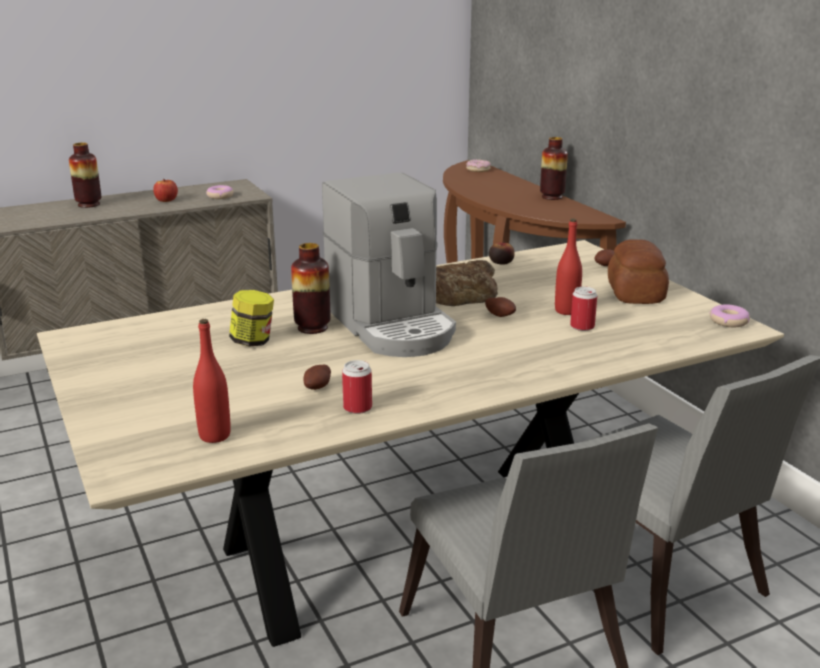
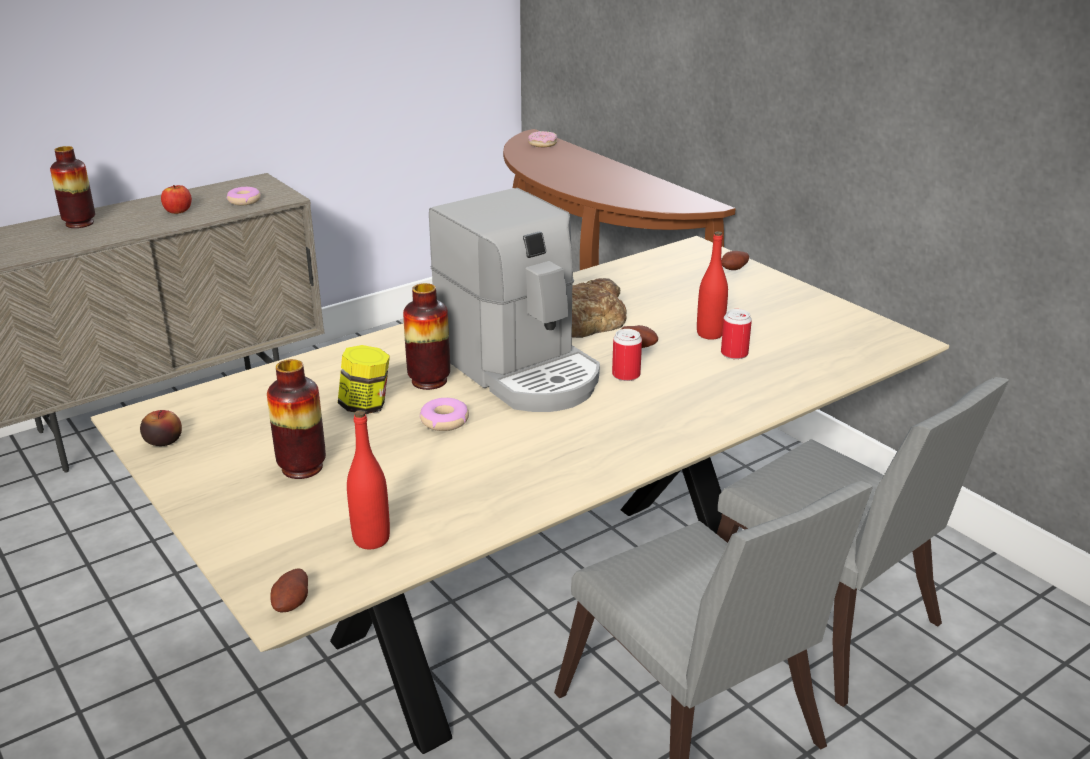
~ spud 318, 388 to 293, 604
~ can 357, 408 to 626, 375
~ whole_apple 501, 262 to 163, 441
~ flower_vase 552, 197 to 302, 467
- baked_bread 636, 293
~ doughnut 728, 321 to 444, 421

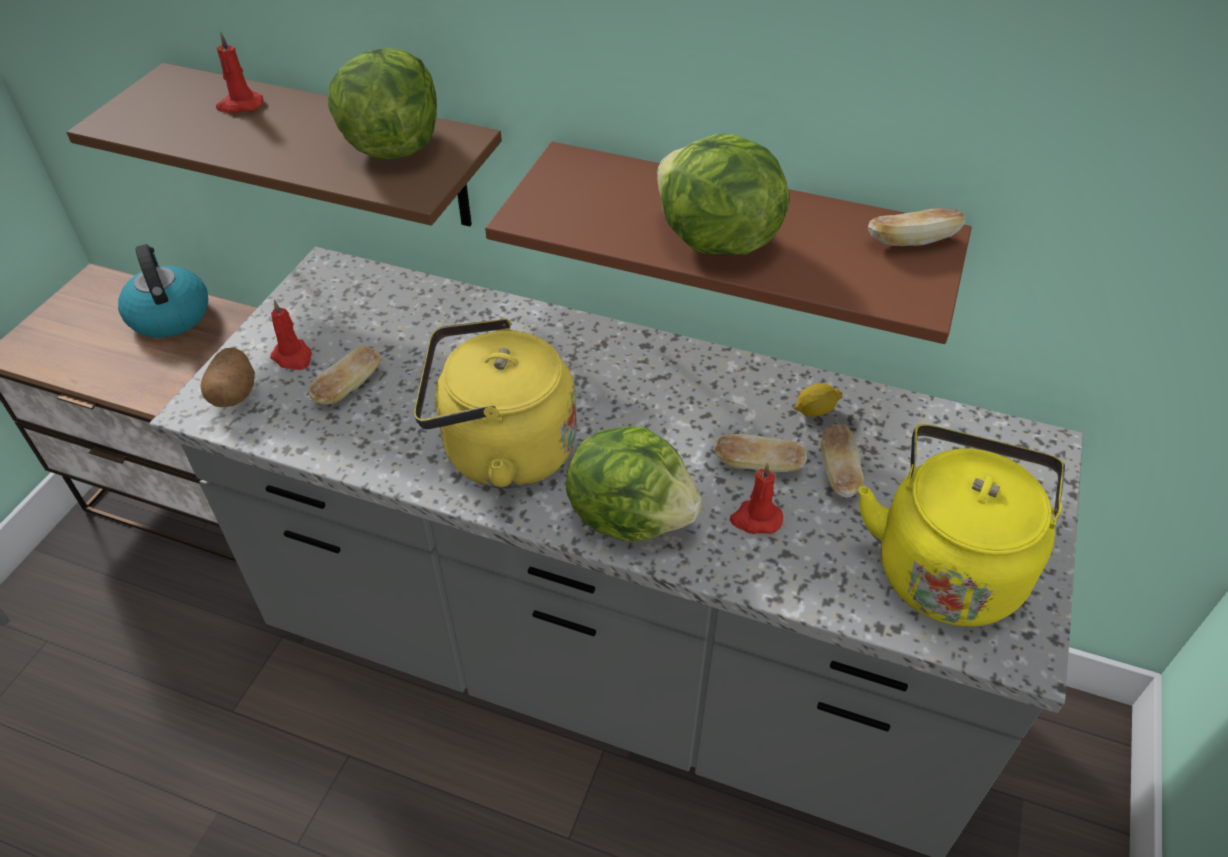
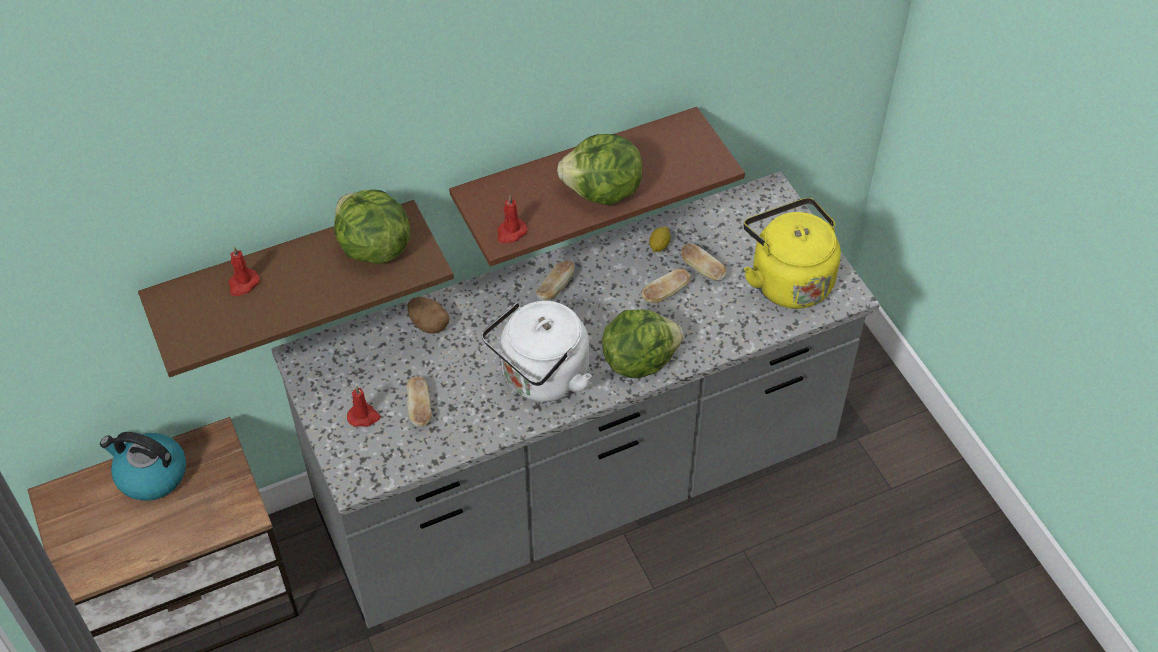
~ spud 234, 393 to 429, 324
~ yellowish_kettle 500, 451 to white_kettle 541, 378
~ reddish_wax_light 755, 519 to 511, 232
~ baked_bread 911, 241 to 555, 288

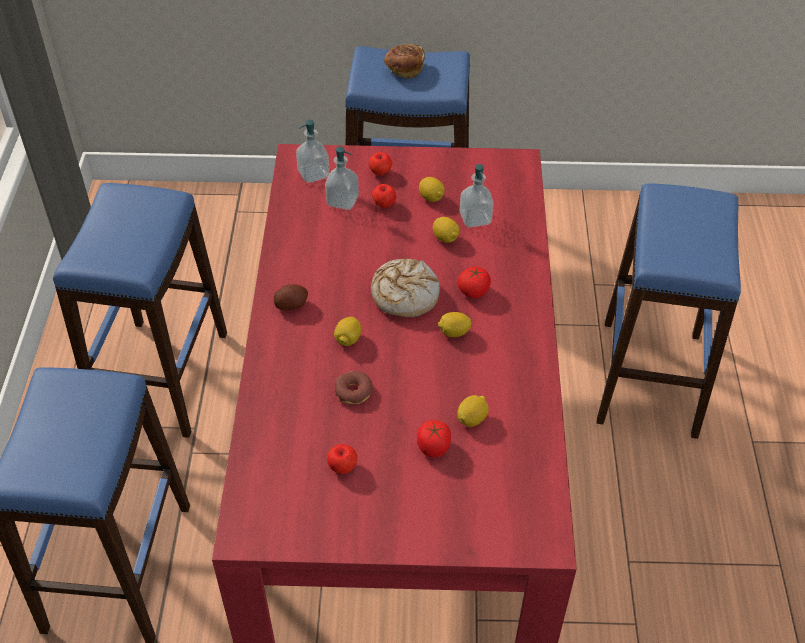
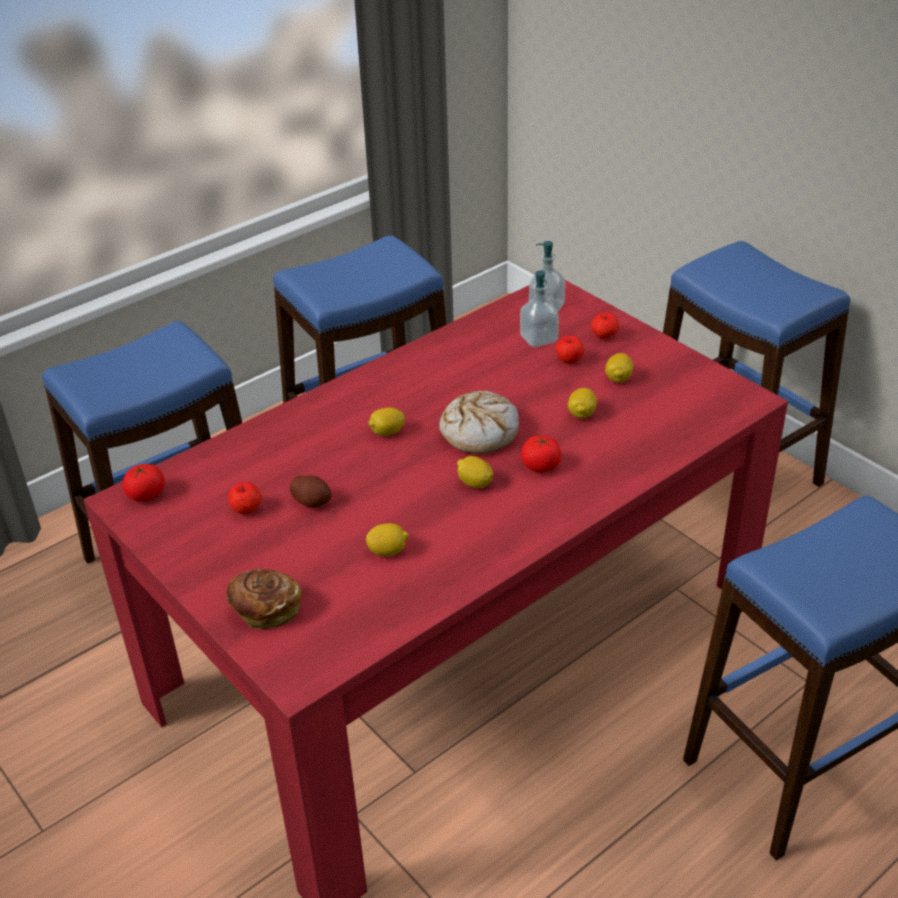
~ spud 291, 304 to 312, 501
- doughnut 354, 391
~ baked_bread 404, 69 to 265, 609
~ fresh_tomato 433, 447 to 146, 495
- soap_bottle 475, 219

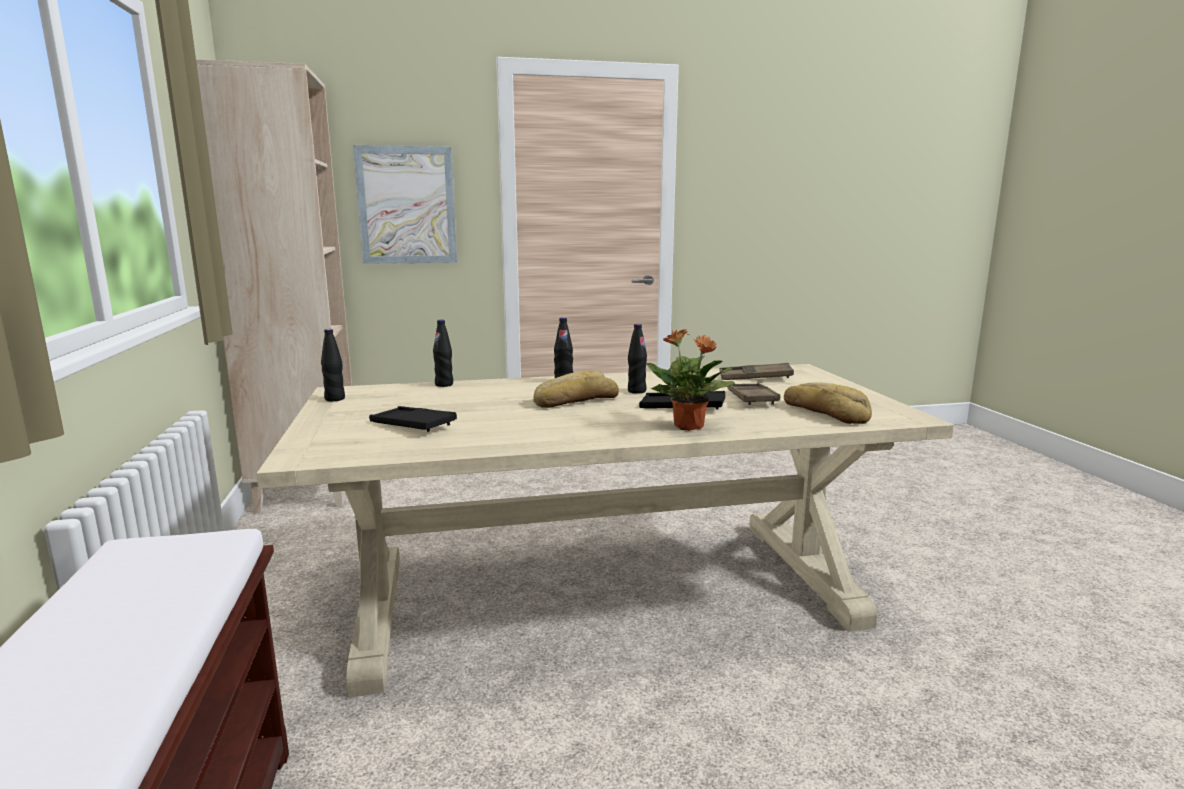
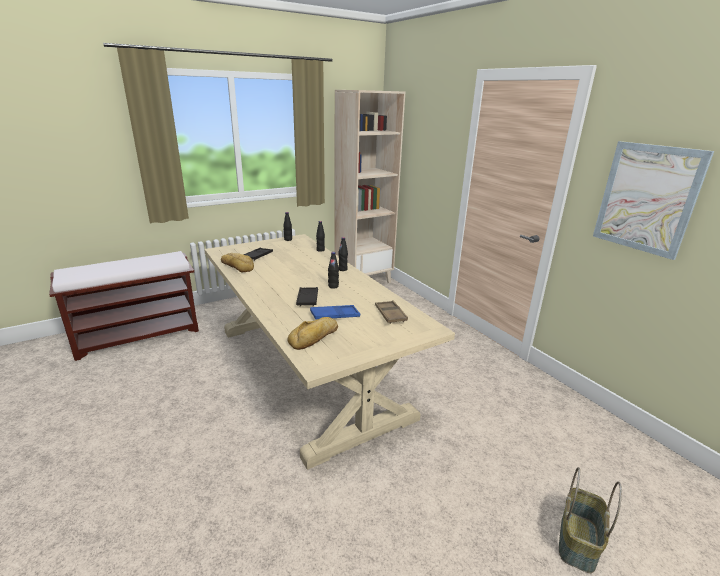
~ picture 407, 205 to 647, 198
~ baked_bread 574, 400 to 238, 266
- potted_plant 689, 427
~ brown_carrying_tray 752, 398 to bluish_carrying_tray 335, 315
+ basket 579, 542

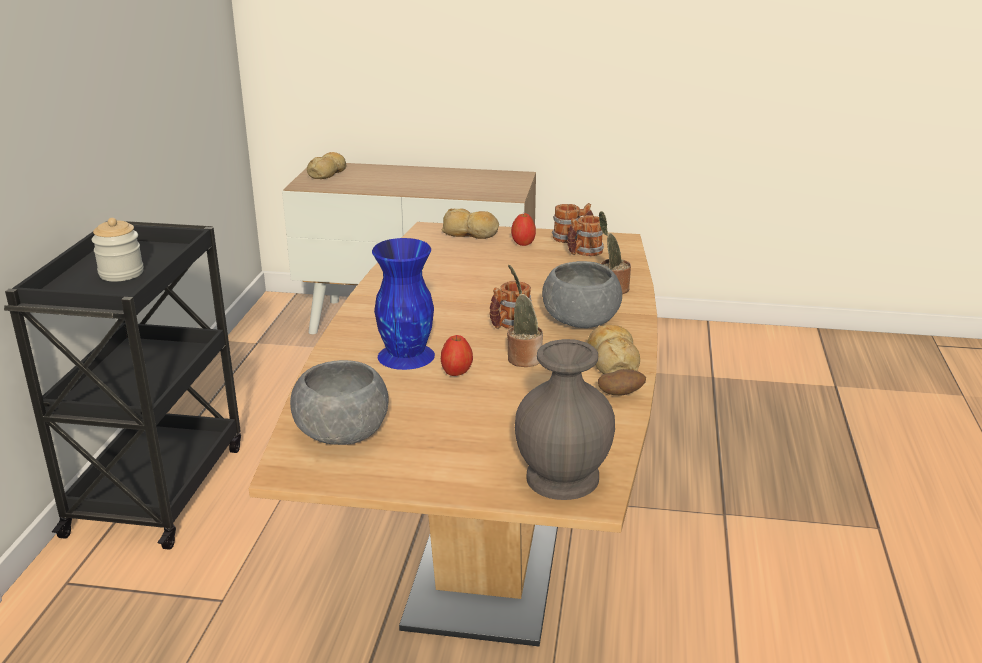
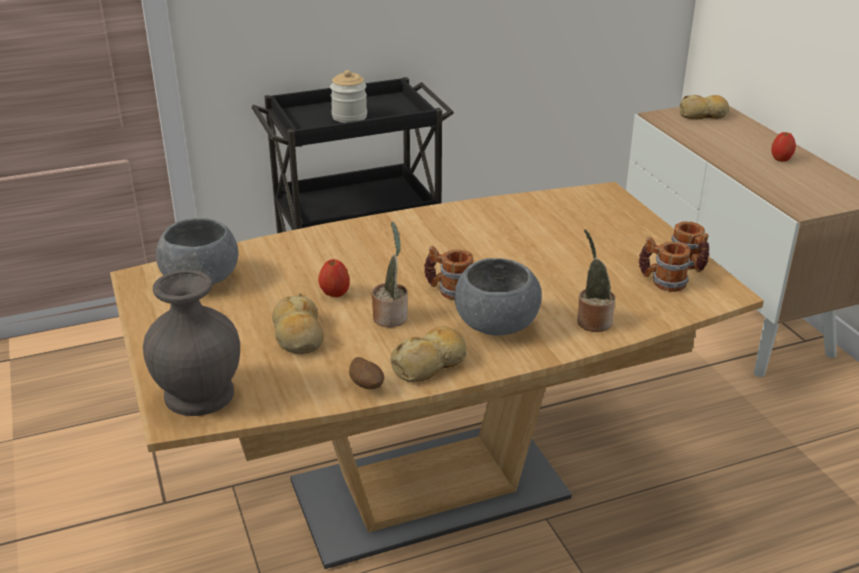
- bluish_flower_vase 407, 355
~ baked_bread 470, 233 to 298, 335
~ whole_apple 523, 243 to 781, 159

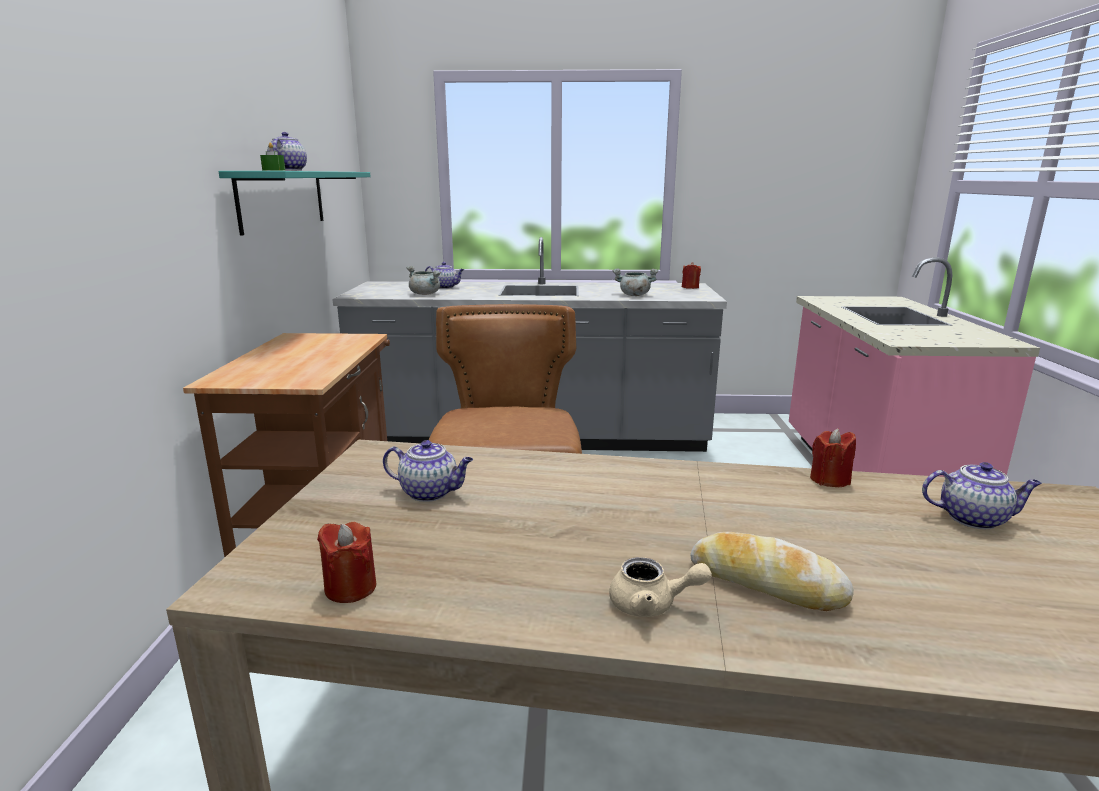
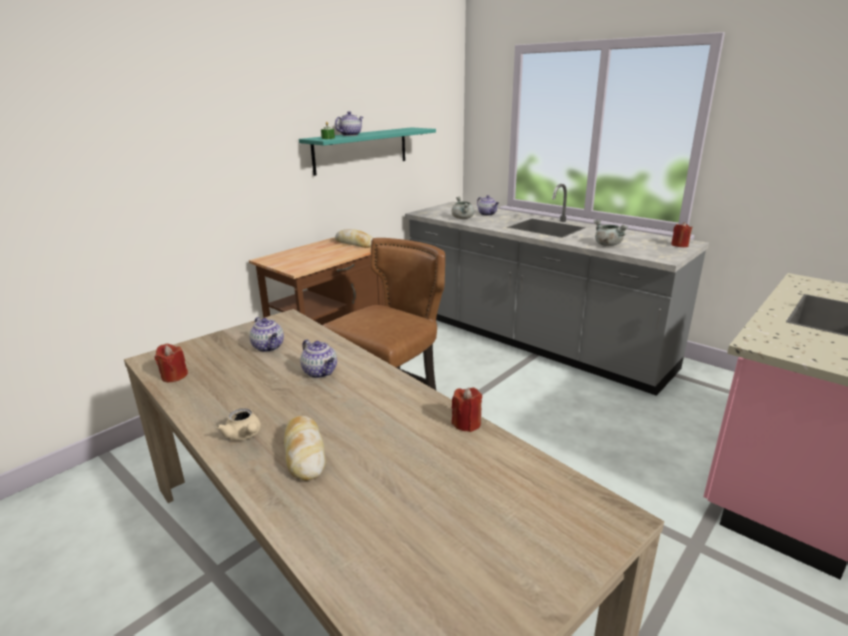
~ teapot 974, 518 to 321, 372
+ baked_bread 355, 243

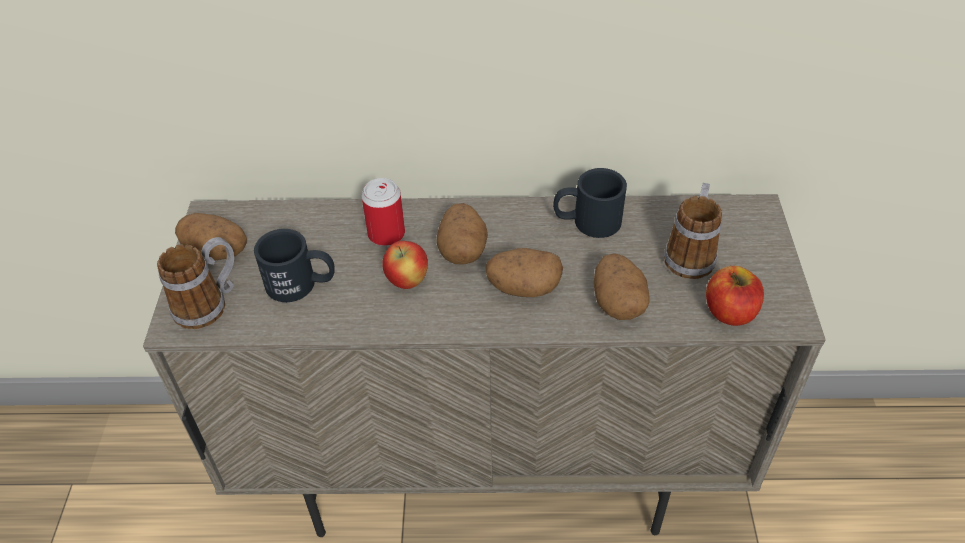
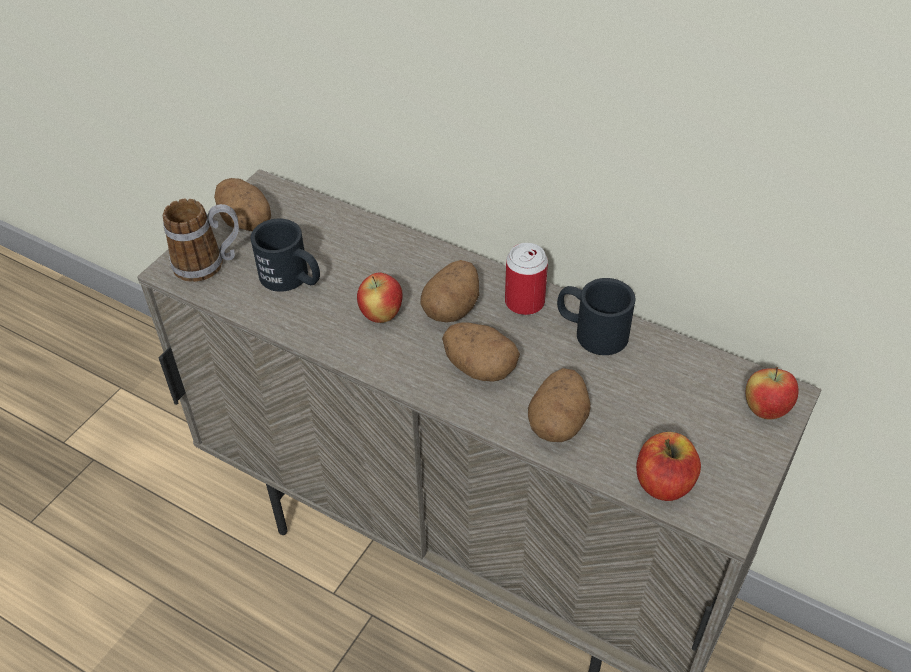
~ can 386, 234 to 524, 302
- tea_mug 690, 253
+ whole_apple 765, 410

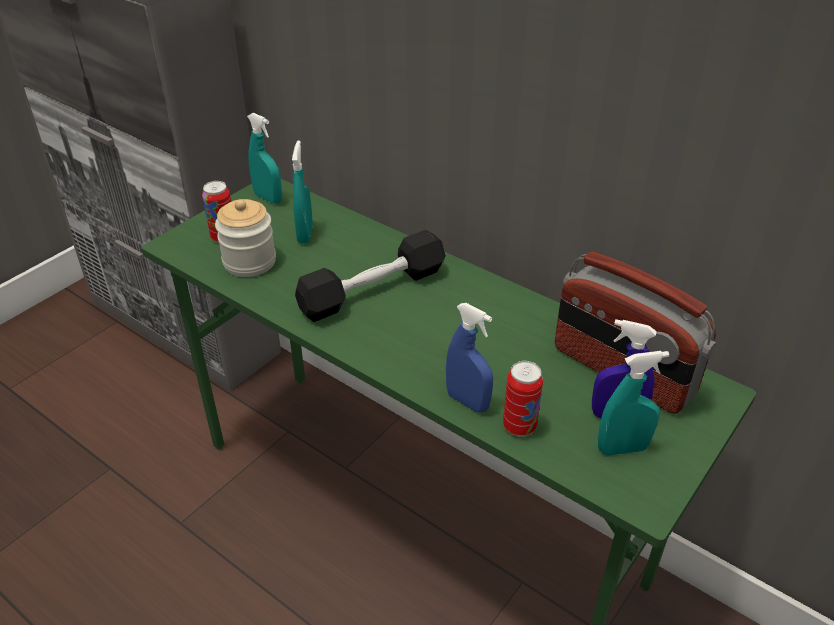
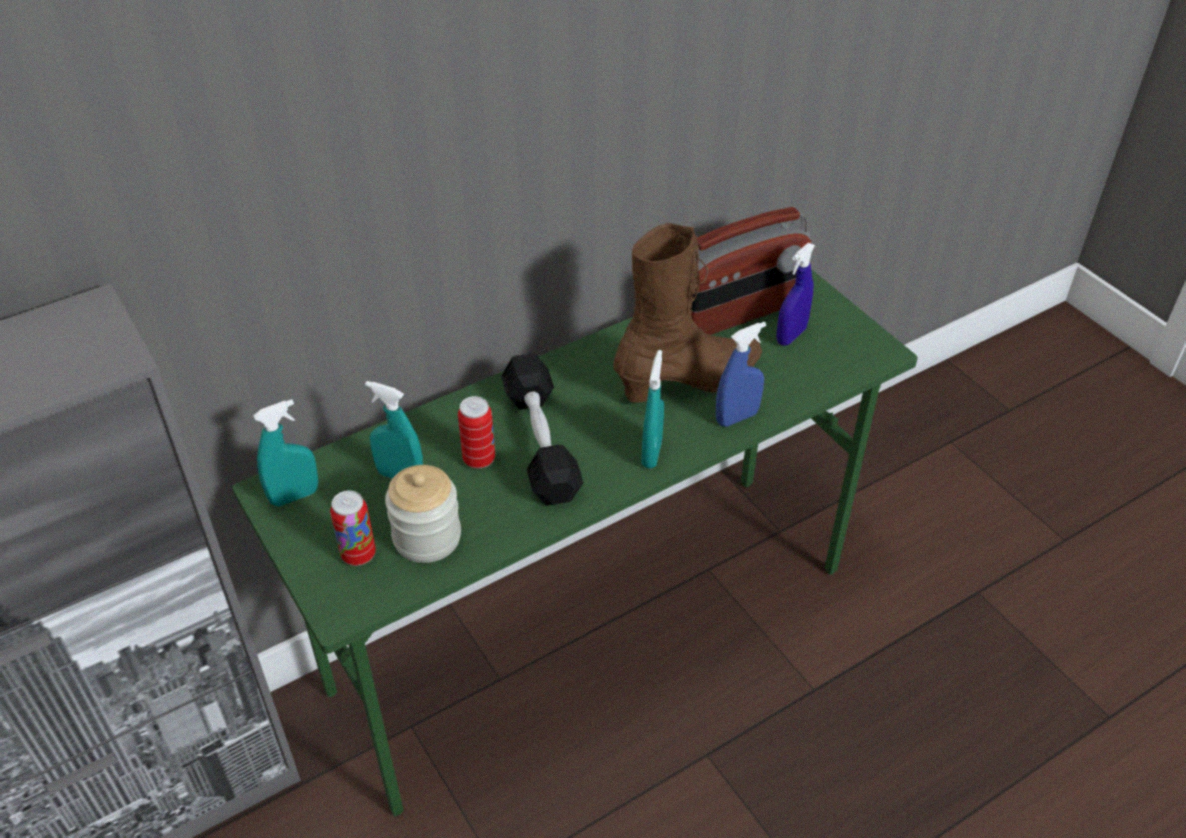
~ can 519, 426 to 479, 459
~ turquoise_hand_sprayer 622, 448 to 651, 453
+ brown_tall_boot 689, 382

